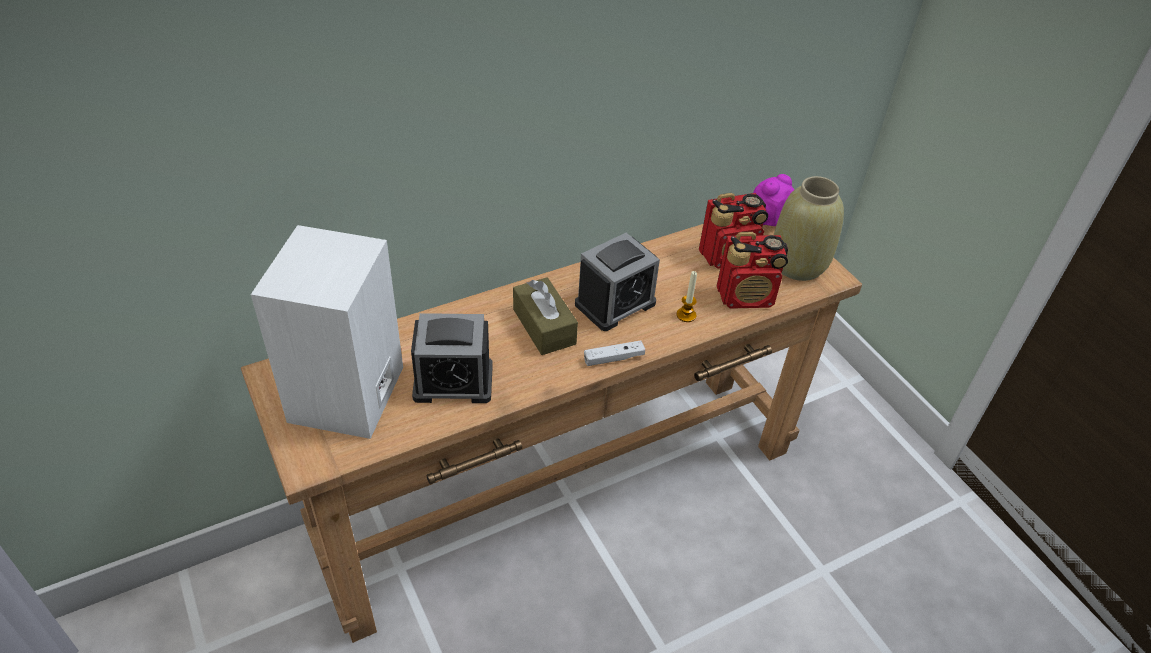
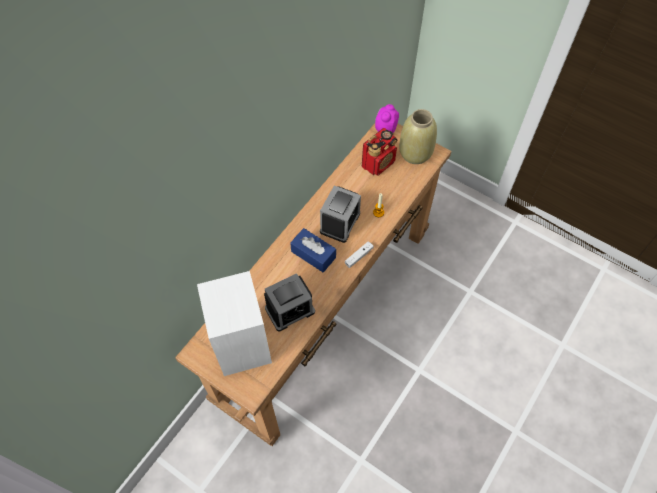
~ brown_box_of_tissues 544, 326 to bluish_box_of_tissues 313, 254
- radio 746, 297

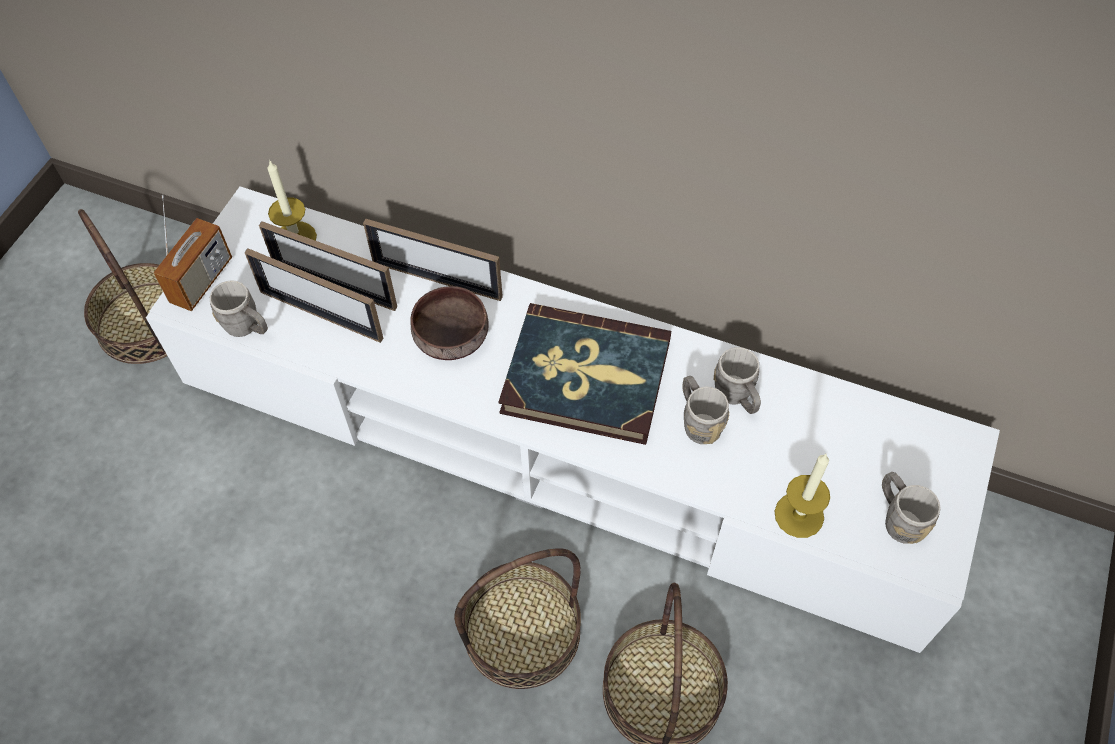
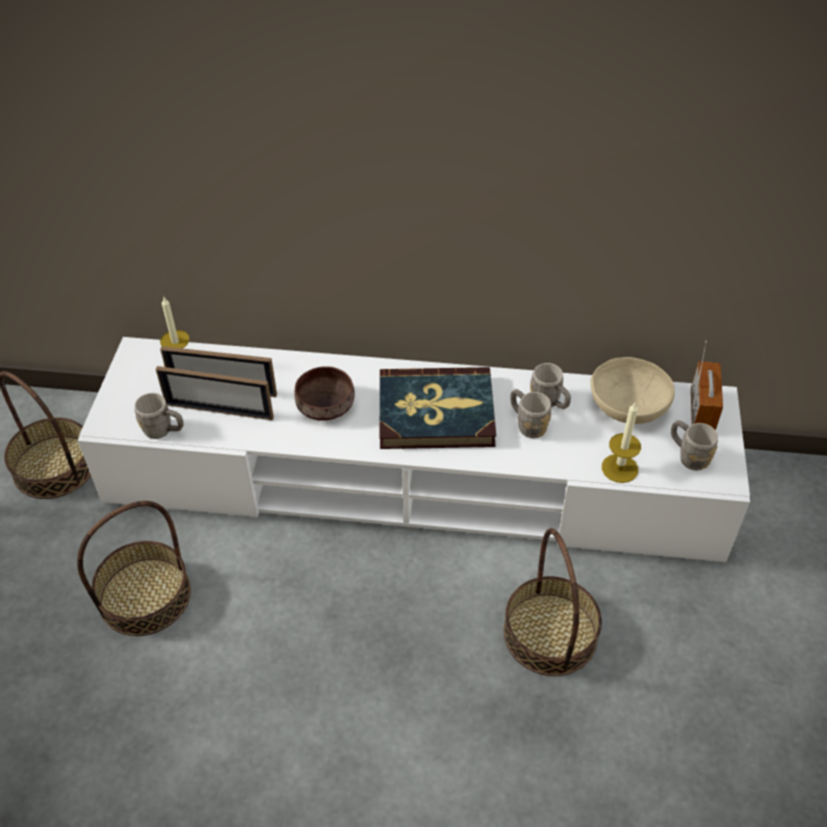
~ radio 202, 281 to 701, 412
- picture_frame 437, 280
~ basket 522, 631 to 145, 596
+ beige_serving_bowl 627, 408

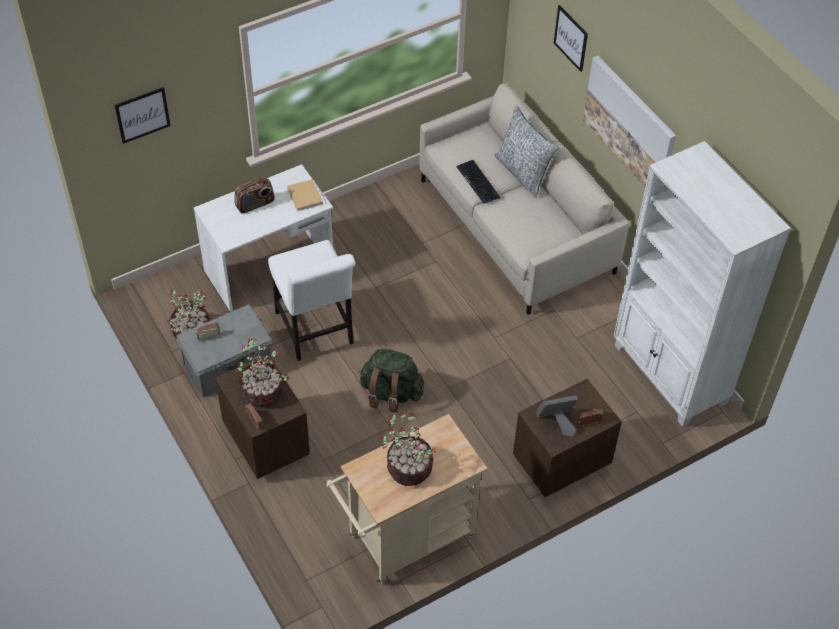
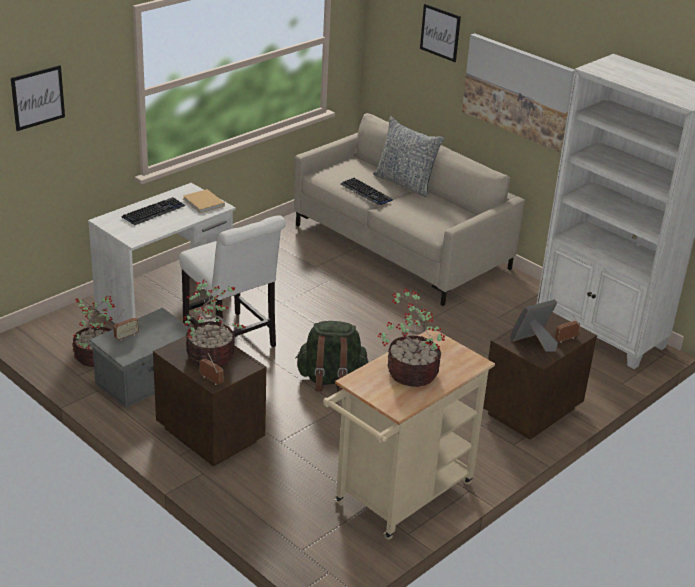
~ radio 255, 204 to PC_keyboard 153, 212

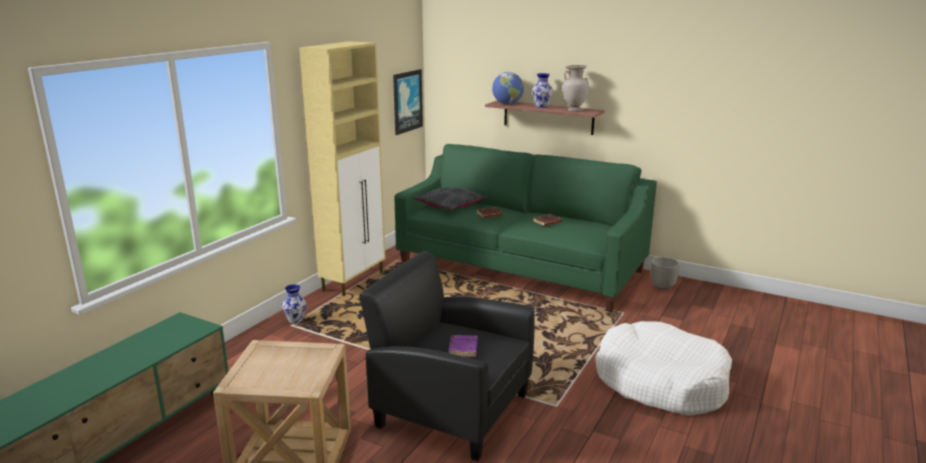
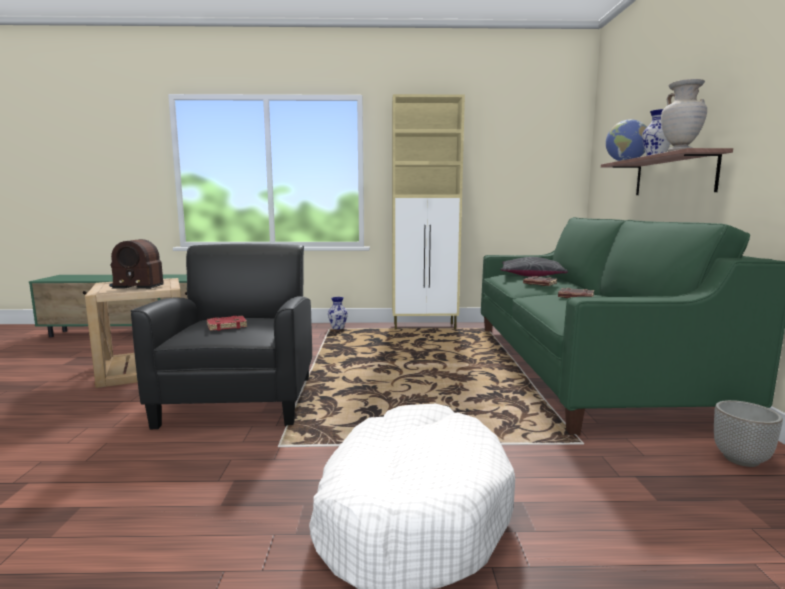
- picture 407, 101
~ purple_book 462, 348 to reddish_book 227, 326
+ radio 137, 286

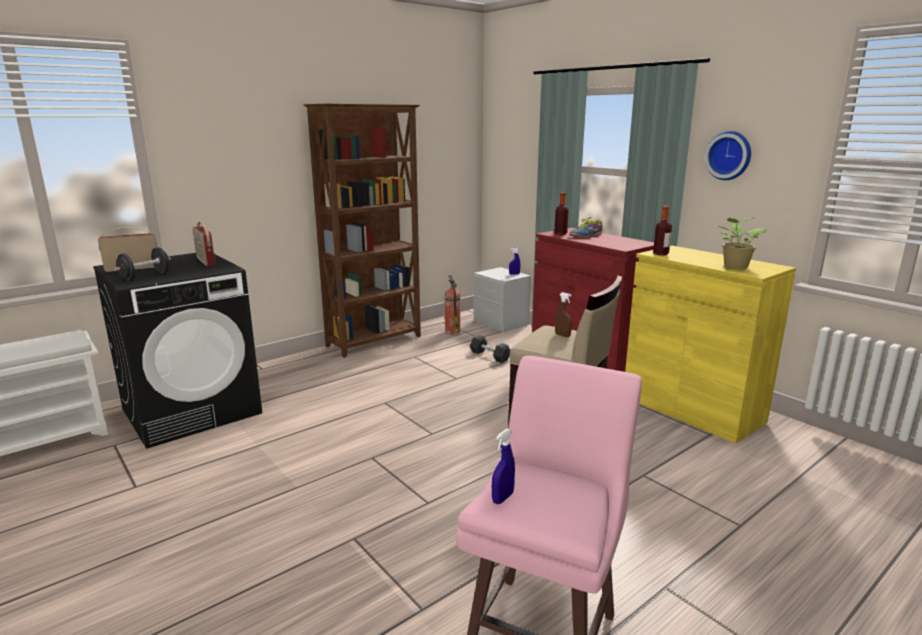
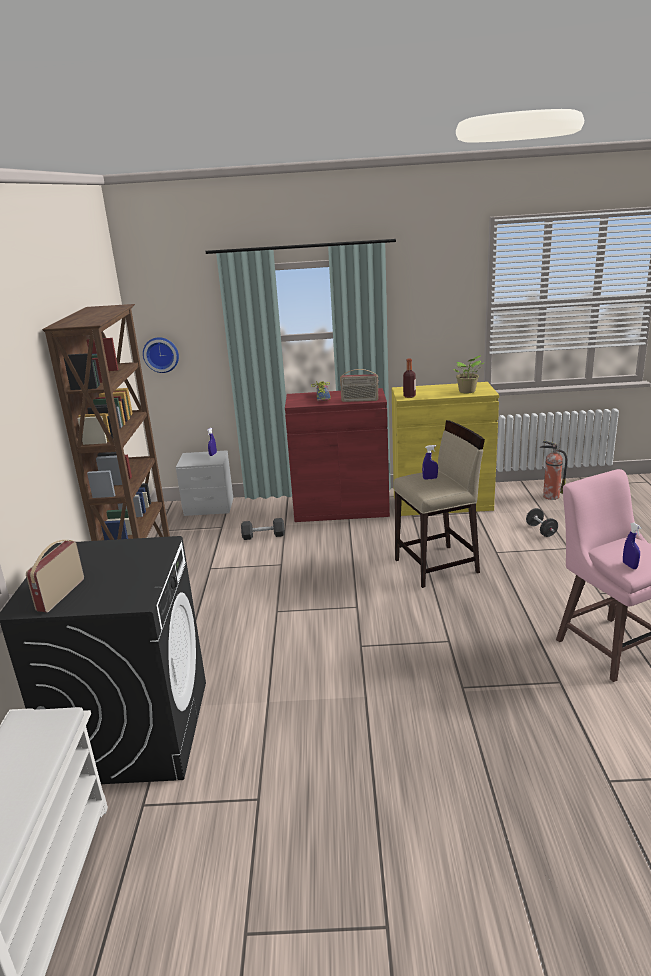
~ blackish_free_weight 145, 276 to 541, 530
~ radio 205, 261 to 359, 400
~ extinguisher 452, 331 to 550, 496
- bottle 560, 233
~ brown_hand_sprayer 562, 335 to bluish_hand_sprayer 430, 478
~ hanging_clock 729, 155 to 161, 354

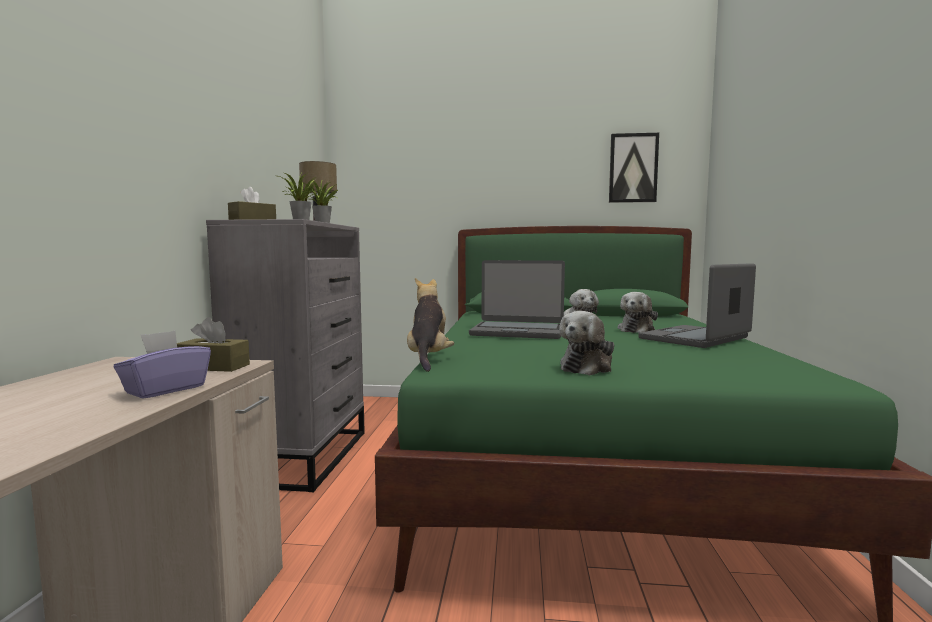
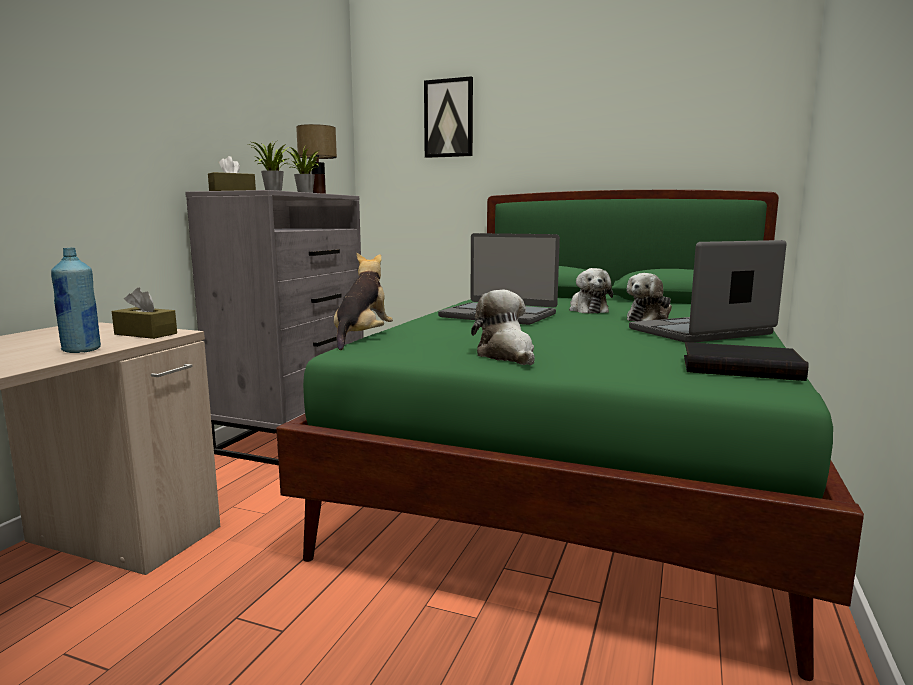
~ purple_box_of_tissues 165, 389 to bluish_bottle 81, 350
~ soft_toy 588, 367 = 507, 355 105 degrees clockwise
~ picture 633, 168 to 449, 118
+ blackish_book 740, 367

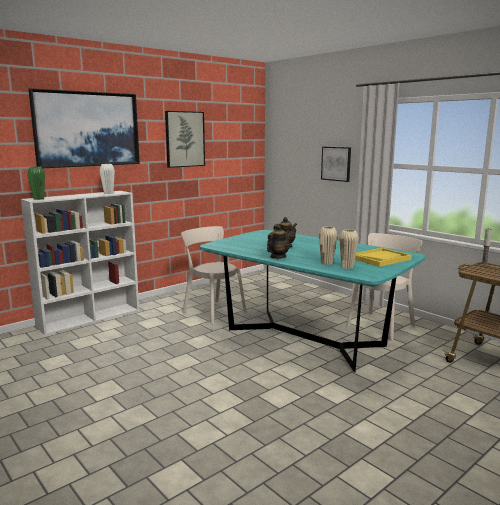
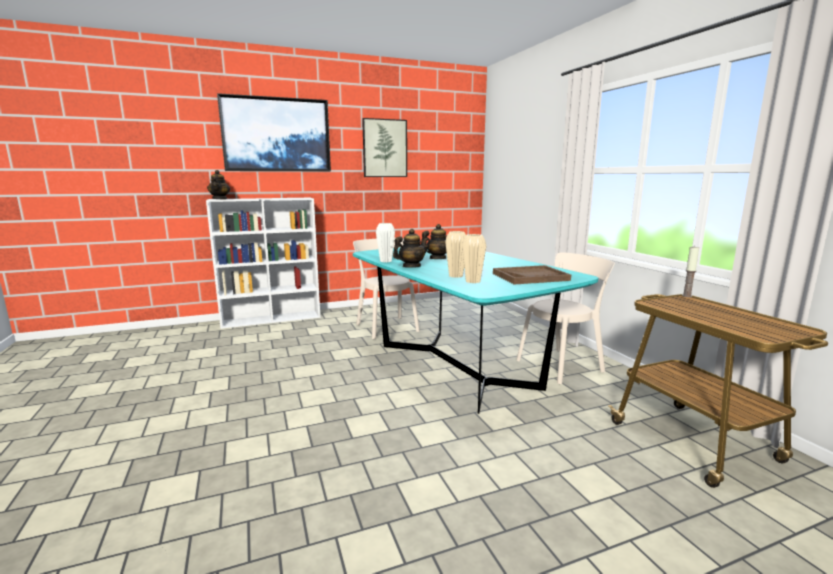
~ green_flower_vase 38, 199 to teapot 220, 199
~ white_flower_vase 108, 193 to 385, 261
- picture 336, 163
~ yellowish_carrying_tray 380, 259 to brown_carrying_tray 530, 277

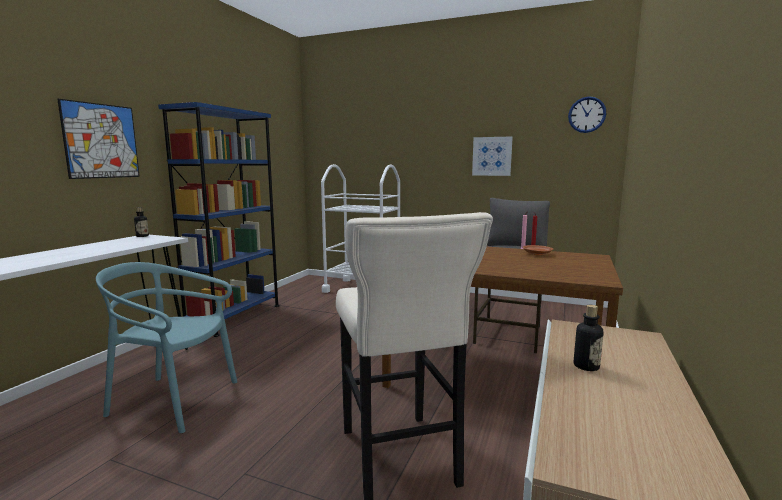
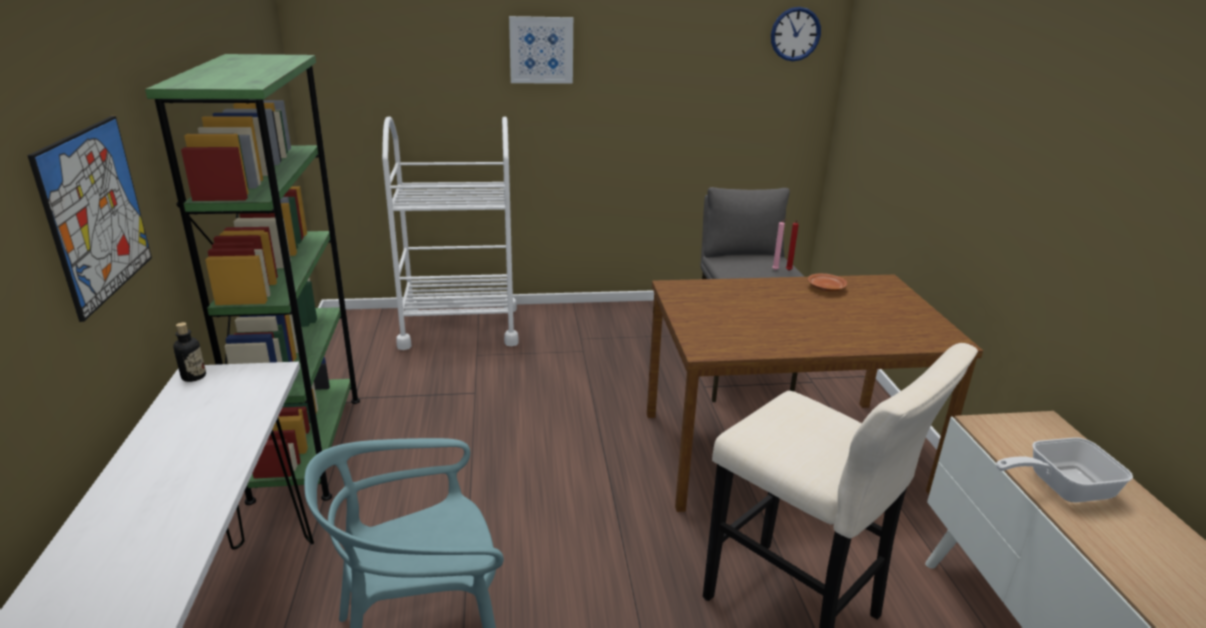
~ bluish_bookcase 234, 317 to green_bookcase 308, 446
~ picture 492, 156 to 541, 50
~ bottle 586, 366 to skillet 1060, 487

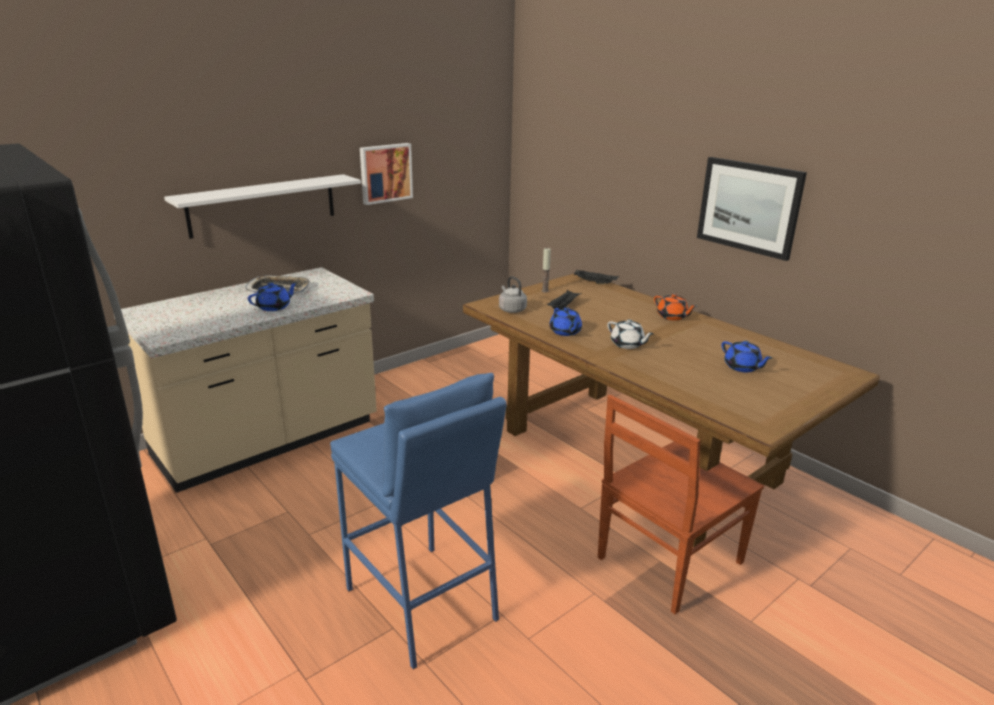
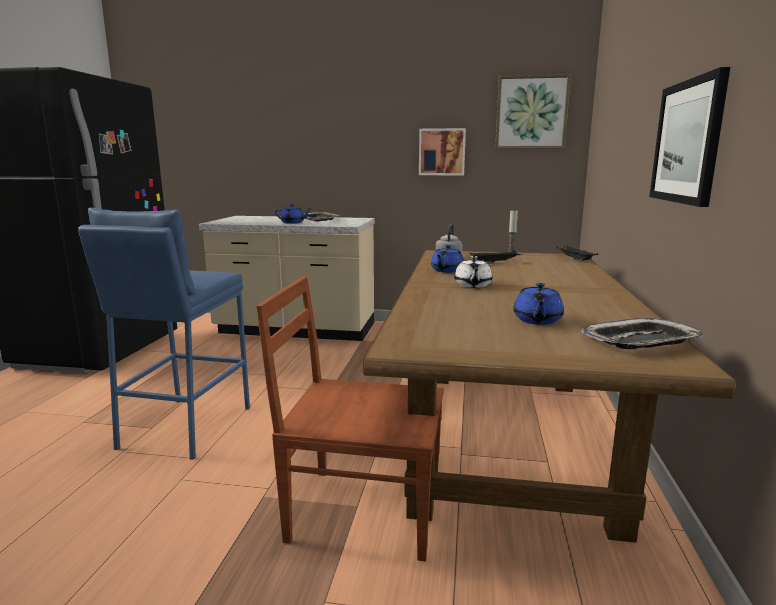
- white_bracket_shelf 263, 205
- orange-coloured_teapot 672, 317
+ picture 531, 113
+ carrying_tray 640, 342

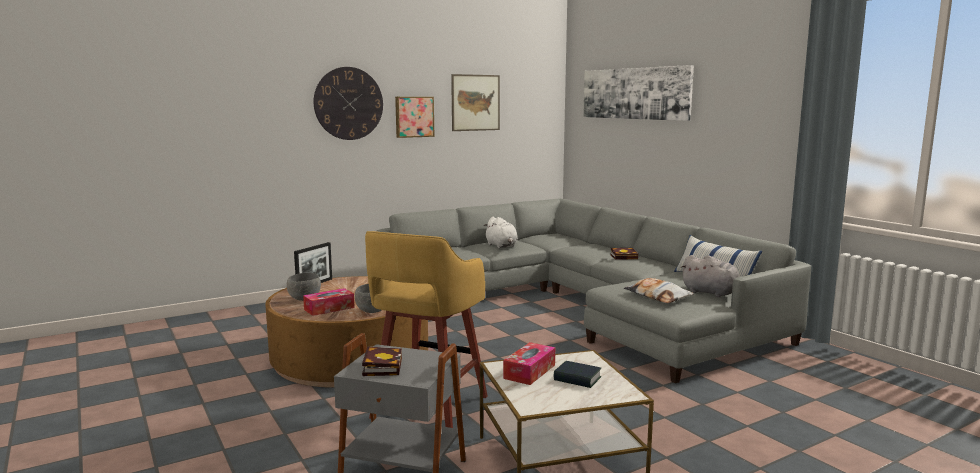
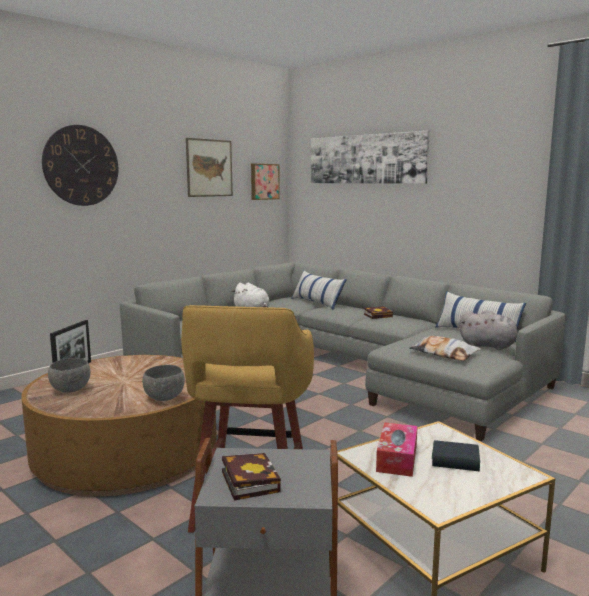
- box_of_tissues 329, 308
~ picture 414, 116 to 264, 181
+ throw_pillow 317, 303

